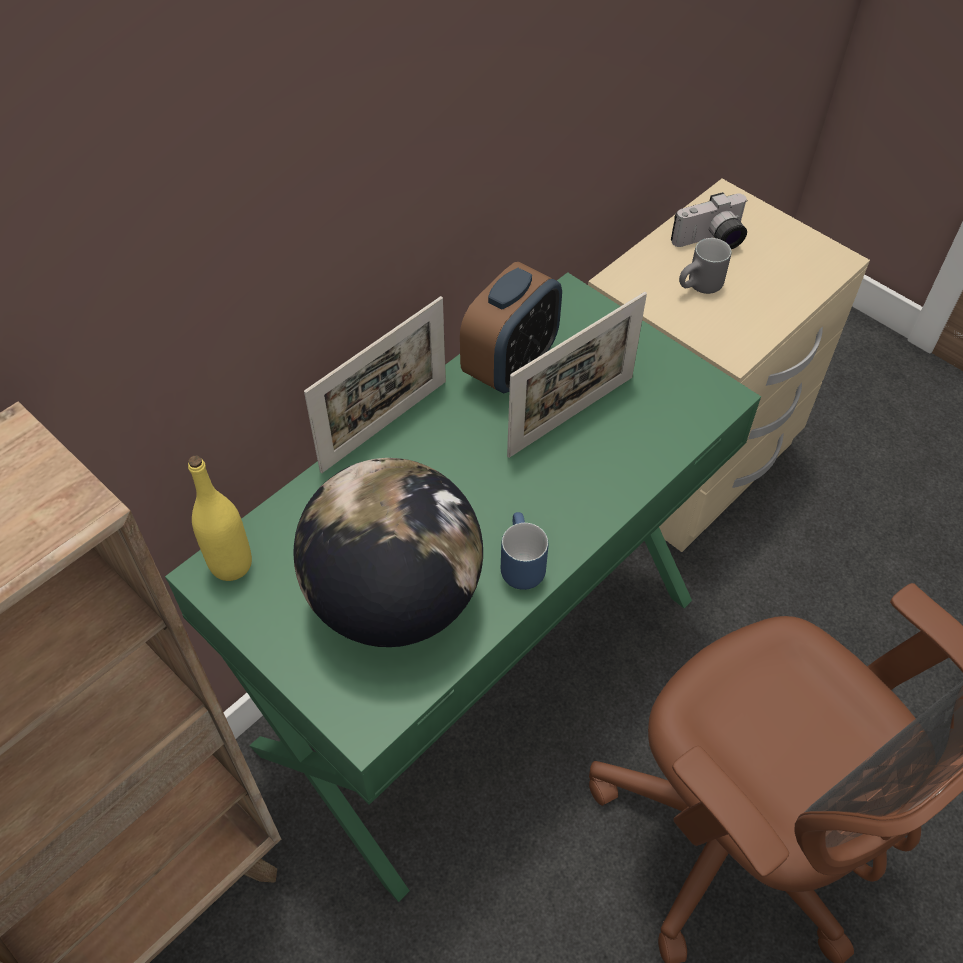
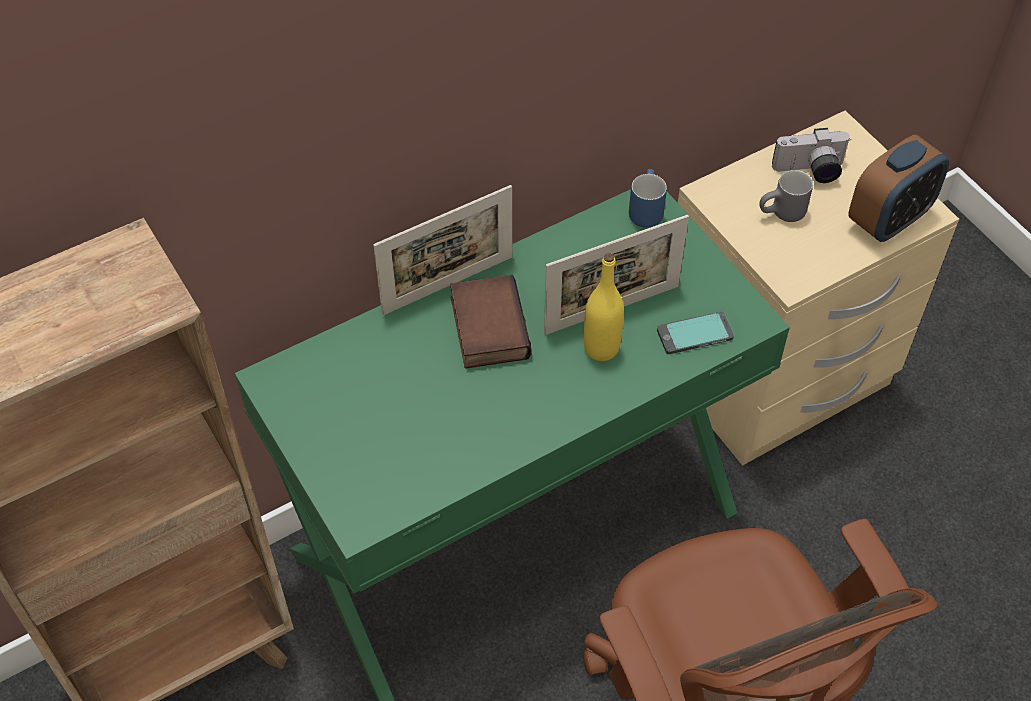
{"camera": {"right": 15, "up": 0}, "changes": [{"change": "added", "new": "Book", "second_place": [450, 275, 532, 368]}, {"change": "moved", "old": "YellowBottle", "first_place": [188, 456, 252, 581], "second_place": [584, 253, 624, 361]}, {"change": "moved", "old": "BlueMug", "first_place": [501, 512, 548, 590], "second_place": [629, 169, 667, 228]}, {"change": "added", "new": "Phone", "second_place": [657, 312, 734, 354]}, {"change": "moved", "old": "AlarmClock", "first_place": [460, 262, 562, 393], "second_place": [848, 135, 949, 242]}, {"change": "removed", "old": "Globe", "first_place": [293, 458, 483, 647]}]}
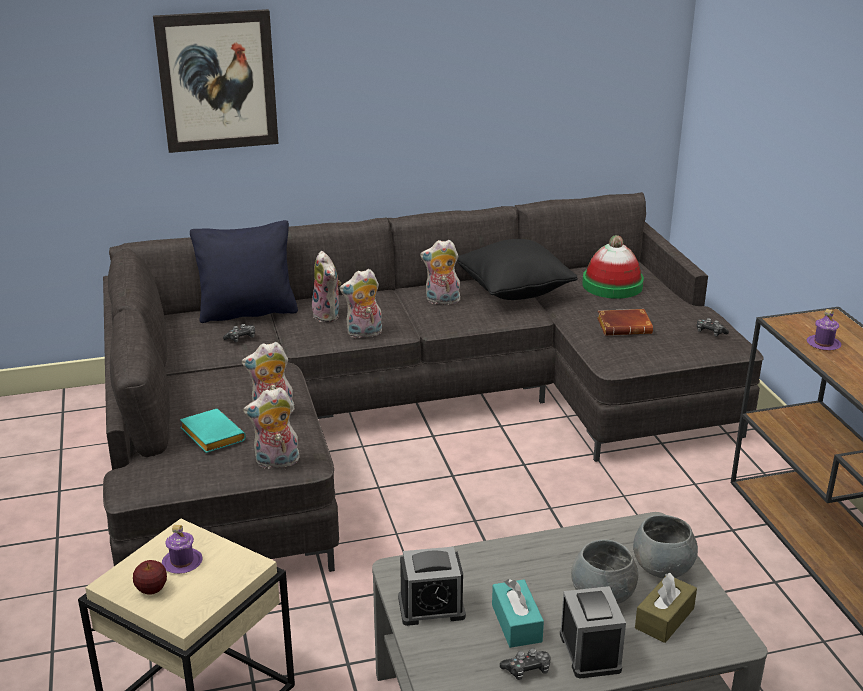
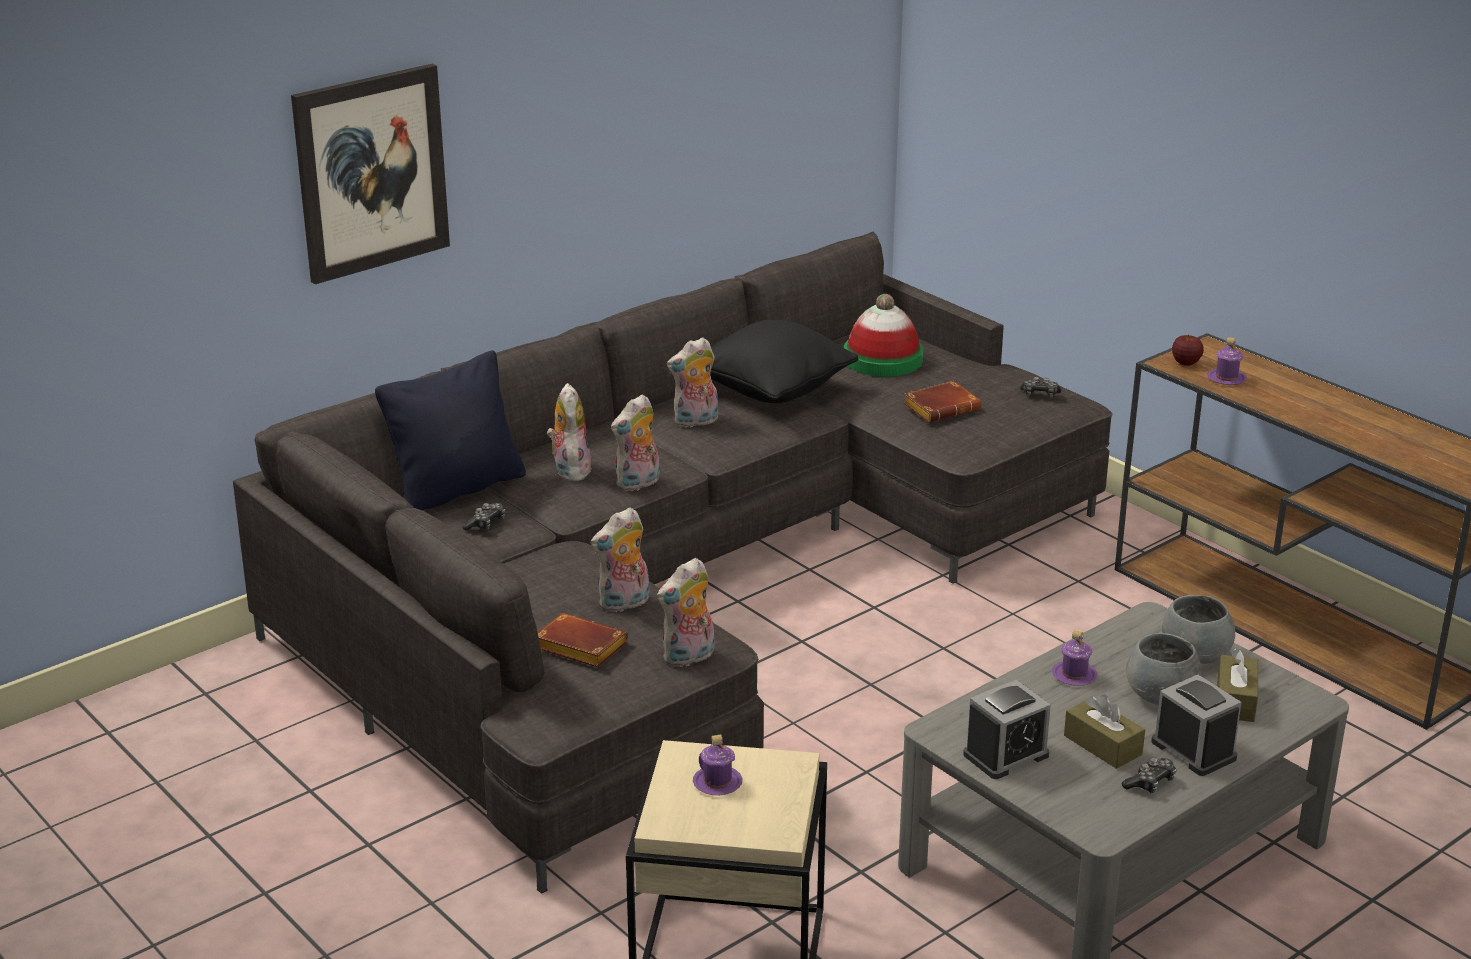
{"camera": {"right": -25, "up": 0}, "changes": [{"change": "recoloured", "old": "TurquoiseBook", "new": "BrownBook", "first_place": [180, 409, 246, 453], "second_place": [538, 613, 628, 667]}, {"change": "turned", "old": "PlushToy", "first_place": [312, 251, 341, 322], "second_place": [547, 383, 592, 482], "degrees": -135}, {"change": "added", "new": "PurpleMug", "second_place": [1052, 630, 1097, 686]}, {"change": "recoloured", "old": "TurquoiseTissueBox", "new": "BrownTissueBox", "first_place": [492, 579, 544, 648], "second_place": [1064, 694, 1145, 769]}, {"change": "moved", "old": "Apple", "first_place": [133, 560, 167, 595], "second_place": [1172, 334, 1204, 366]}]}
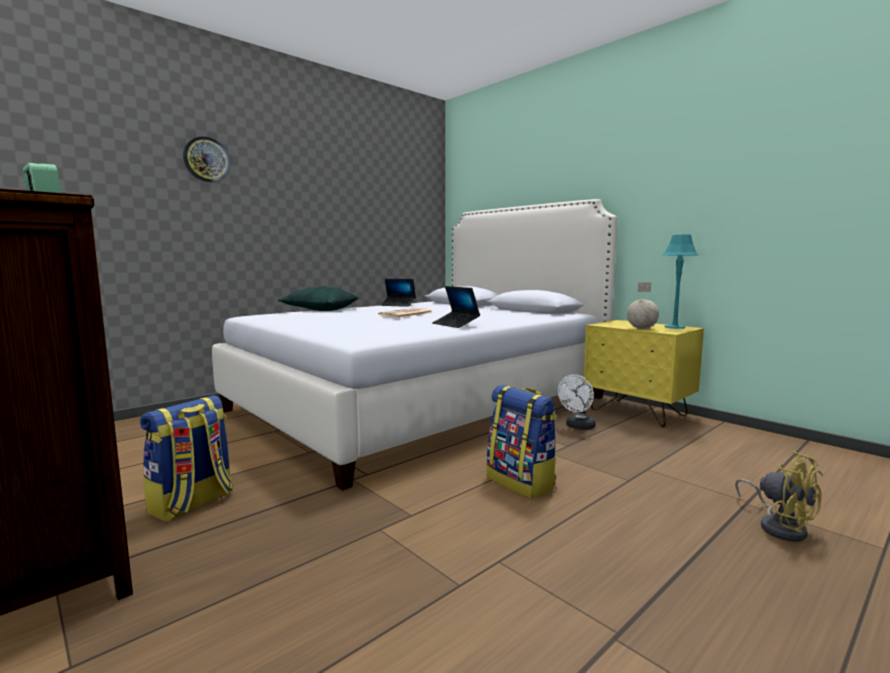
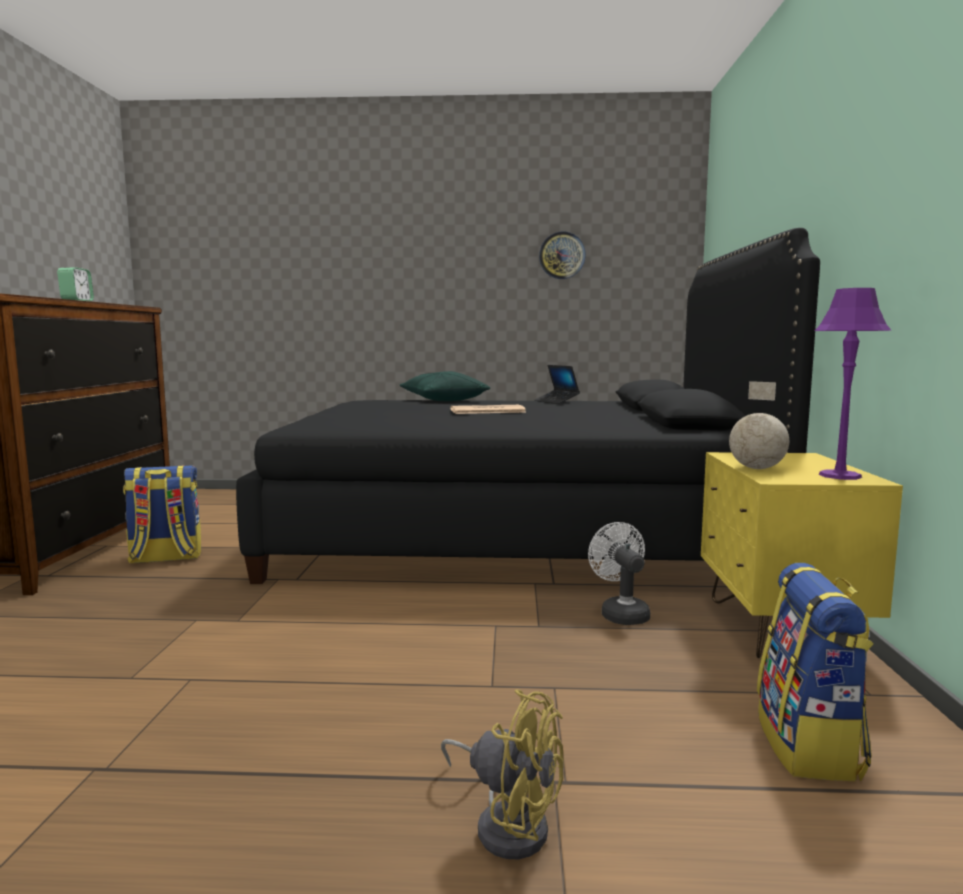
{"camera": {"right": 45, "up": 0}, "changes": [{"change": "recoloured", "old": "WhiteBed", "new": "BlackBed", "first_place": [212, 199, 618, 491], "second_place": [236, 228, 820, 584]}, {"change": "turned", "old": "YellowFan", "first_place": [735, 451, 823, 542], "second_place": [441, 689, 564, 859], "degrees": -75}, {"change": "moved", "old": "WallClock", "first_place": [183, 136, 230, 182], "second_place": [539, 232, 586, 279]}, {"change": "turned", "old": "WhiteFan", "first_place": [558, 374, 596, 430], "second_place": [588, 522, 650, 625], "degrees": 75}, {"change": "moved", "old": "Backpack", "first_place": [487, 385, 557, 499], "second_place": [757, 563, 873, 781]}, {"change": "recoloured", "old": "TurquoiseTableLamp", "new": "PurpleTableLamp", "first_place": [662, 235, 698, 329], "second_place": [814, 288, 892, 480]}, {"change": "removed", "old": "Laptop", "first_place": [432, 286, 480, 328]}]}
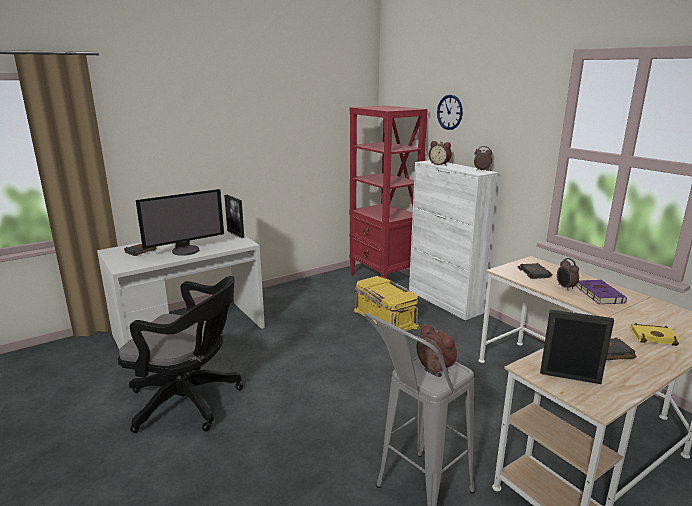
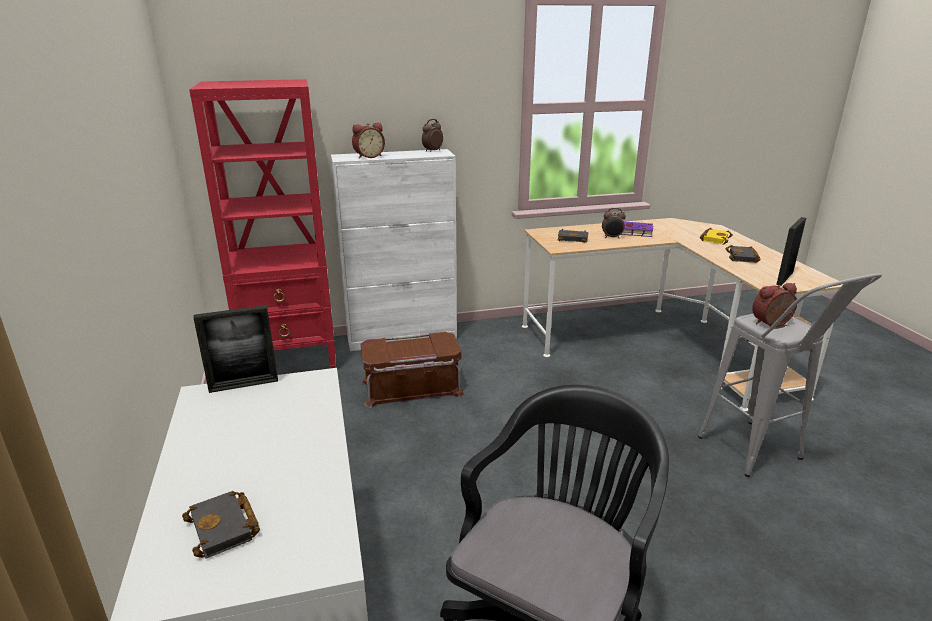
{"camera": {"right": -70, "up": 5}, "changes": [{"change": "recoloured", "old": "YellowStorageBox", "new": "BrownStorageBox", "first_place": [353, 276, 419, 331], "second_place": [361, 332, 464, 408]}, {"change": "removed", "old": "Monitor", "first_place": [136, 189, 224, 256]}, {"change": "removed", "old": "WallClock", "first_place": [437, 95, 463, 130]}]}
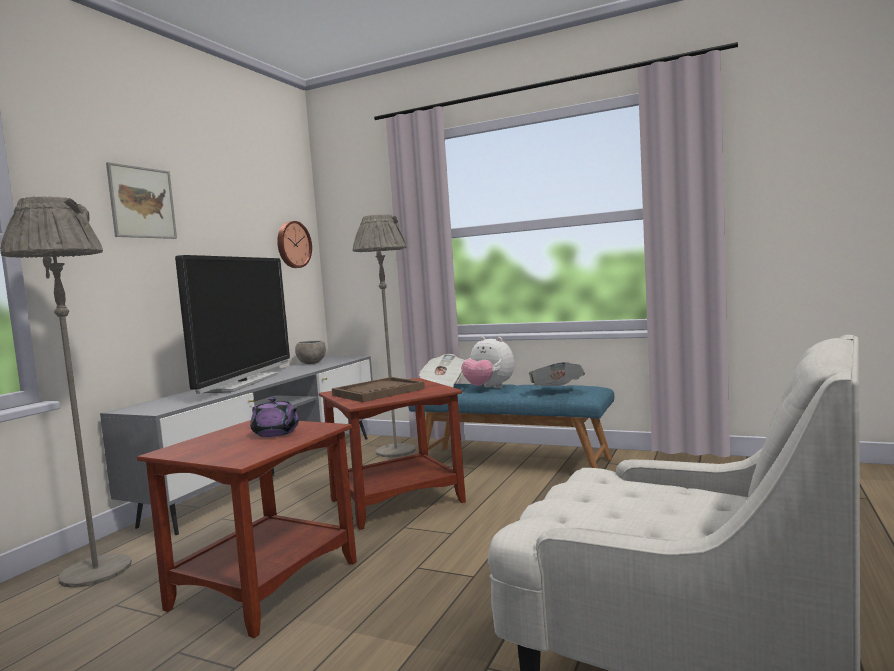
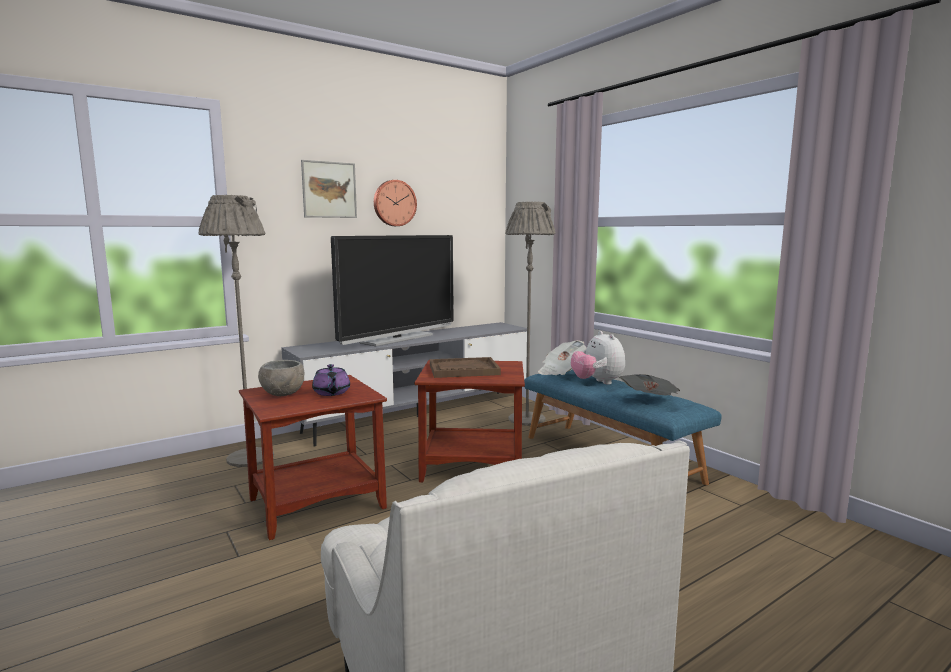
{"camera": {"right": 30, "up": 5}, "changes": [{"change": "moved", "old": "GreyBowl", "first_place": [295, 340, 326, 364], "second_place": [258, 360, 304, 396]}, {"change": "moved", "old": "WallClock", "first_place": [277, 221, 312, 268], "second_place": [374, 180, 417, 226]}]}
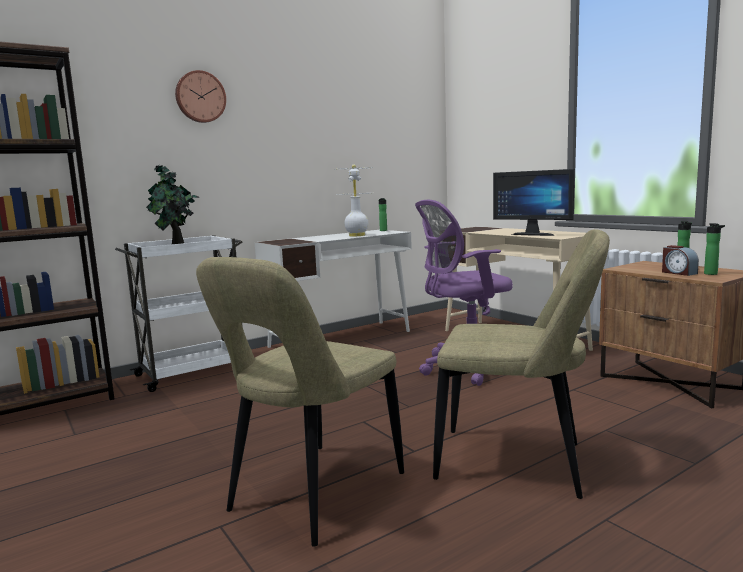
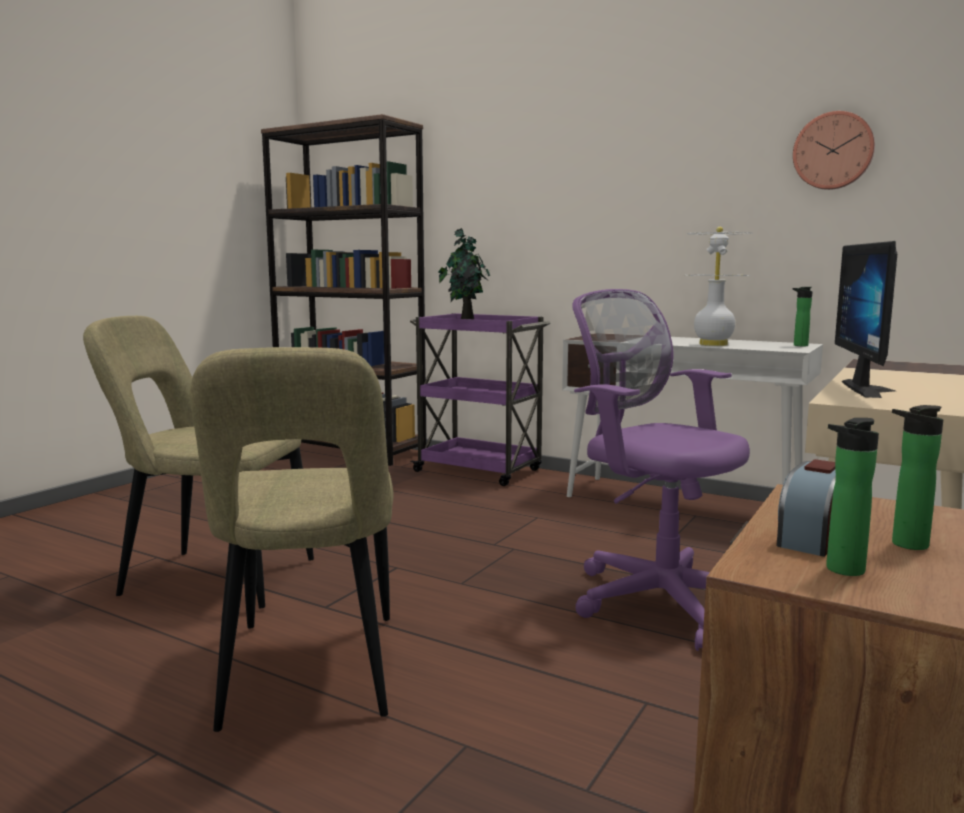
{"camera": {"right": 65, "up": 0}, "changes": [{"change": "recoloured", "old": "WhiteCart", "new": "PurpleCart", "first_place": [115, 235, 243, 392], "second_place": [410, 313, 551, 486]}, {"change": "moved", "old": "WallClock", "first_place": [175, 70, 226, 123], "second_place": [793, 111, 875, 190]}]}
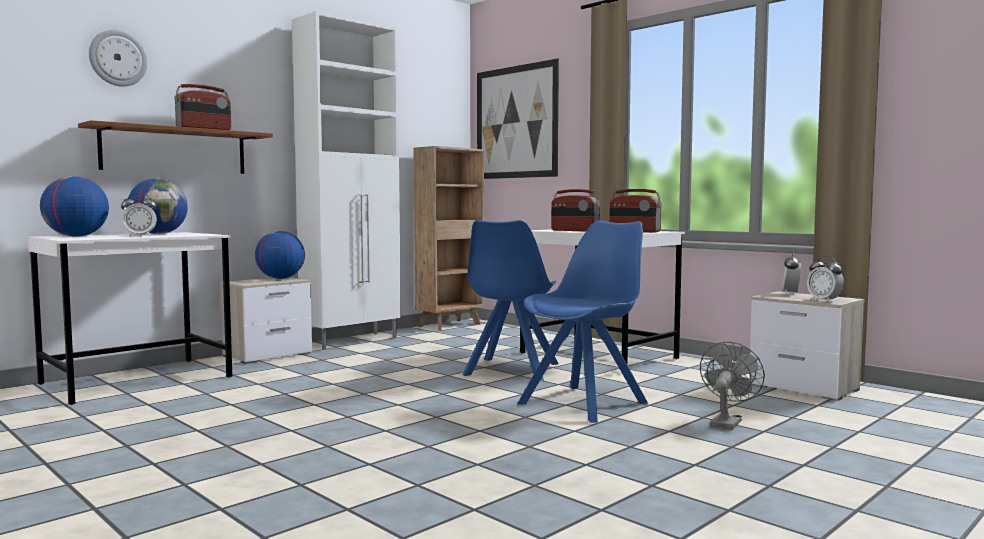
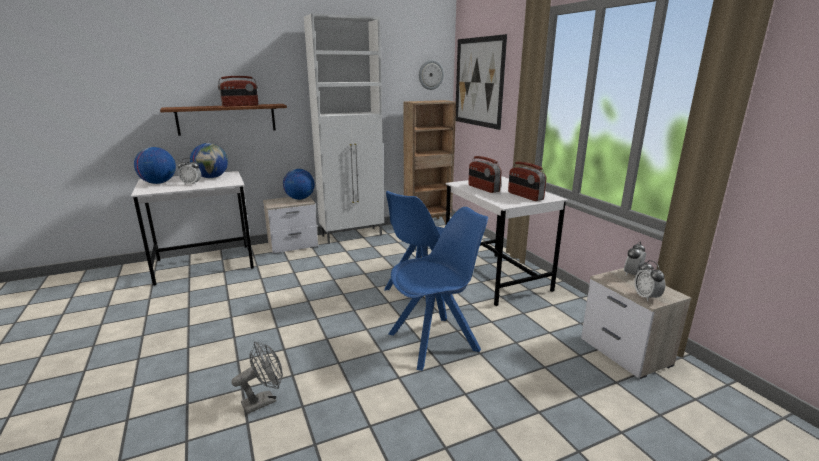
{"camera": {"right": 20, "up": 15}, "changes": [{"change": "moved", "old": "GreyFan", "first_place": [700, 342, 765, 430], "second_place": [232, 342, 283, 414]}, {"change": "moved", "old": "WallClock", "first_place": [89, 30, 148, 87], "second_place": [419, 60, 444, 90]}]}
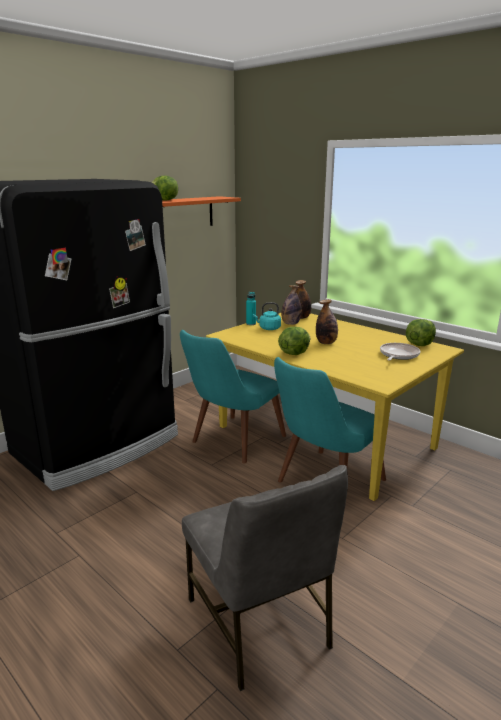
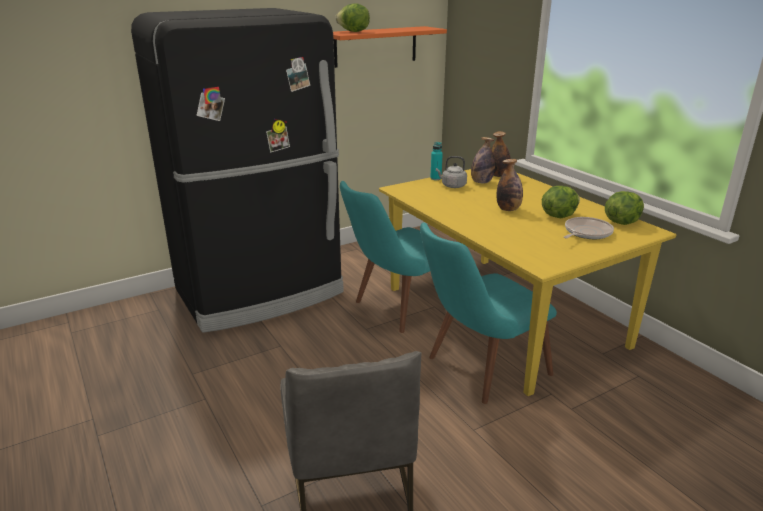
{"camera": {"right": 15, "up": 5}, "changes": [{"change": "recoloured", "old": "TurquoiseKettle", "new": "GreyKettle", "first_place": [253, 302, 281, 330], "second_place": [436, 156, 467, 188]}, {"change": "moved", "old": "Lettuce", "first_place": [278, 327, 310, 355], "second_place": [542, 186, 580, 218]}]}
